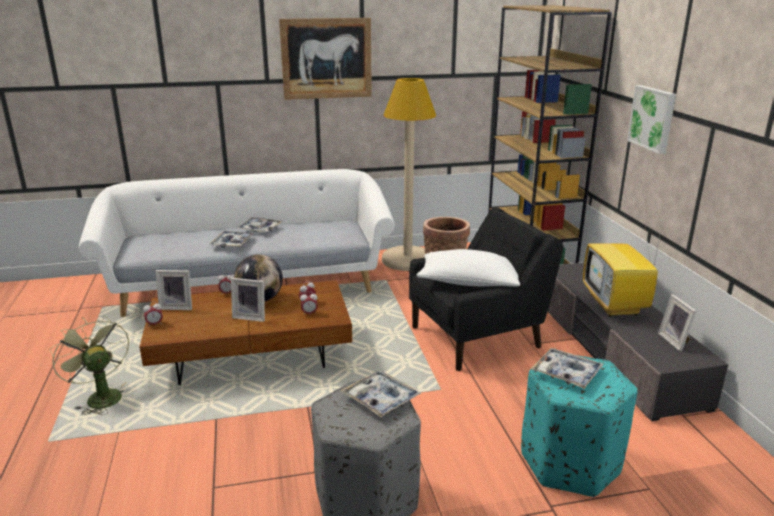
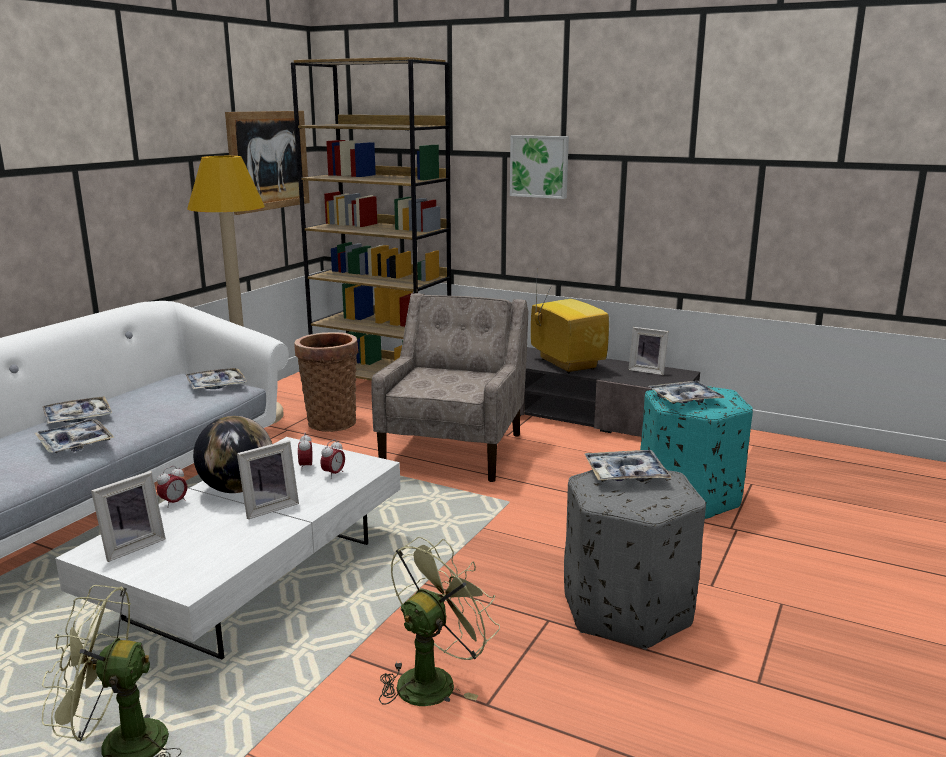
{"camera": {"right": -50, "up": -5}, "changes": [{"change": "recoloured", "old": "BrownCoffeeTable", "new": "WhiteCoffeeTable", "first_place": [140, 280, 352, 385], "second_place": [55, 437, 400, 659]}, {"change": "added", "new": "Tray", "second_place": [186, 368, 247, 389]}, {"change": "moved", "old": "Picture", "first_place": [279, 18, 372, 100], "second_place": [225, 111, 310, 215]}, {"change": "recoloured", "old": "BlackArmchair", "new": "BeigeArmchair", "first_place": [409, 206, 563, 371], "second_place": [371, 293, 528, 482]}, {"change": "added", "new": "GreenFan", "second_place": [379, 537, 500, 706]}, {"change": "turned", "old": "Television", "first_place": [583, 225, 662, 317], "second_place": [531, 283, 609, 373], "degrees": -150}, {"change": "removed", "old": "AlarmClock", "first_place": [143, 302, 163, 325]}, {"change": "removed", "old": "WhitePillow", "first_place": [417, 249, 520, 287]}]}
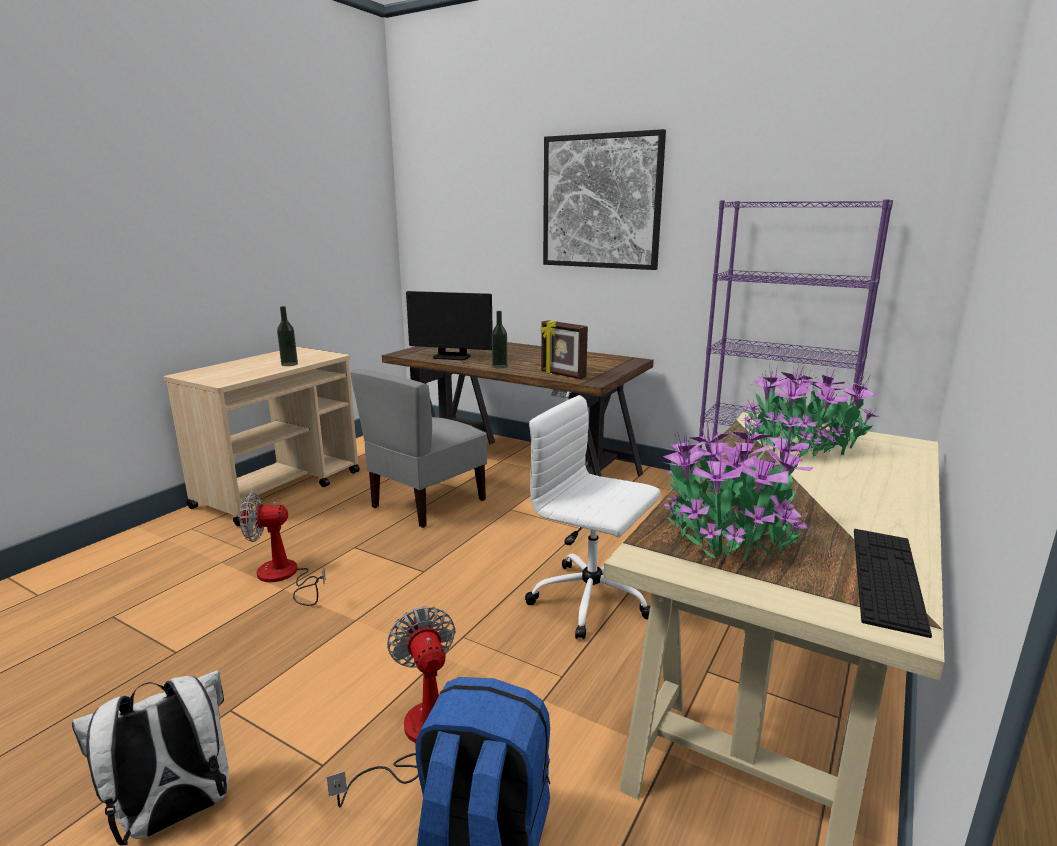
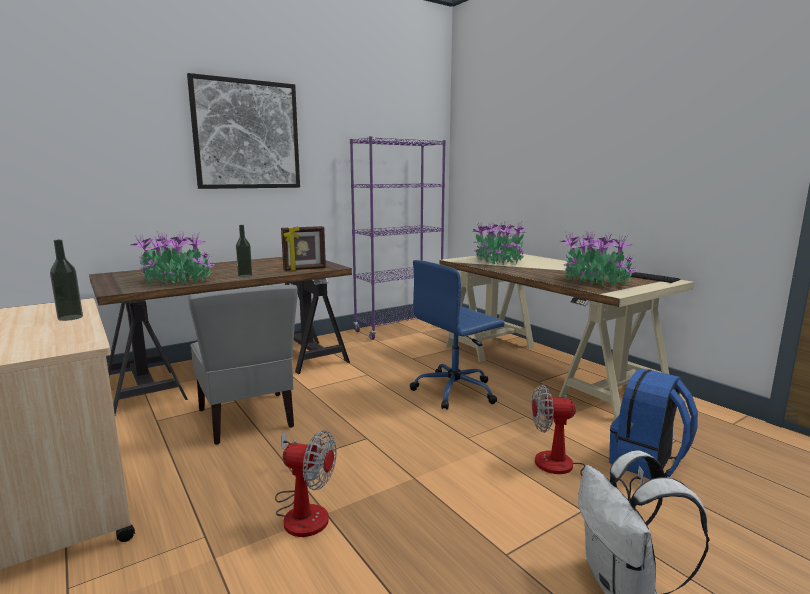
{"camera": {"right": -65, "up": -5}, "changes": [{"change": "replaced", "old": "Monitor", "new": "PottedPlant", "first_place": [406, 291, 493, 360], "second_place": [131, 231, 214, 284]}, {"change": "turned", "old": "Fan", "first_place": [240, 493, 326, 606], "second_place": [275, 430, 337, 537], "degrees": -90}, {"change": "recoloured", "old": "WhiteOfficeChair", "new": "BlueOfficeChair", "first_place": [525, 395, 661, 640], "second_place": [410, 260, 504, 410]}]}
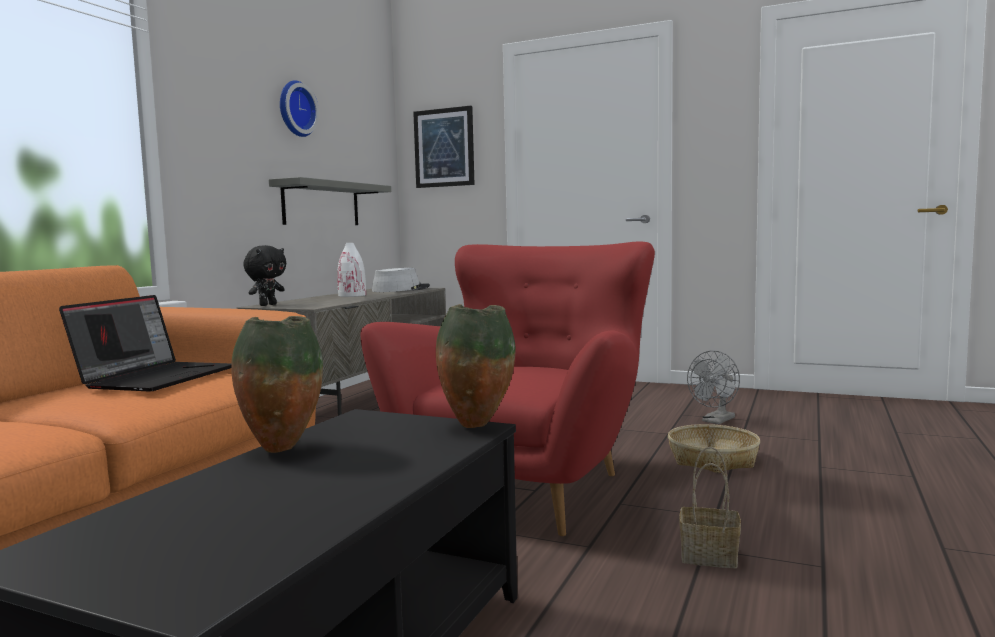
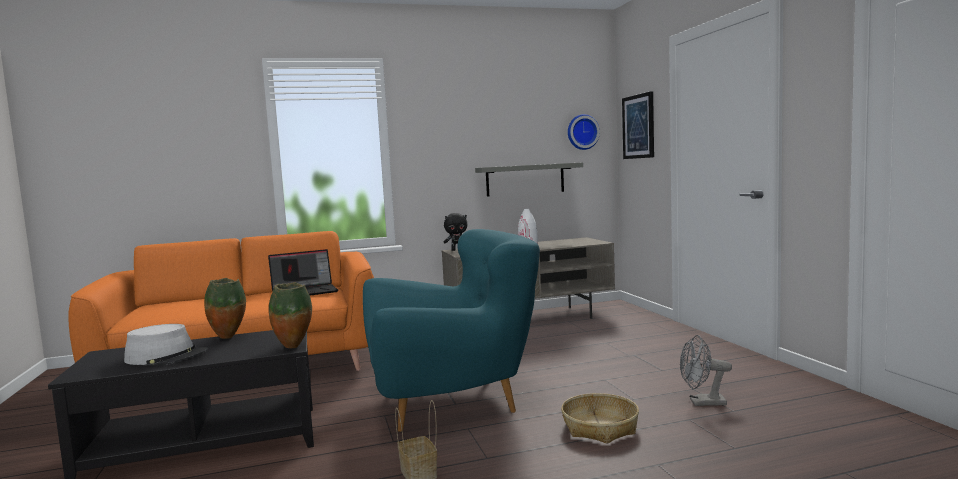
{"camera": {"right": 50, "up": 0}, "changes": [{"change": "moved", "old": "GreyHat", "first_place": [372, 268, 430, 292], "second_place": [124, 324, 208, 365]}, {"change": "recoloured", "old": "RedArmchair", "new": "TurquoiseArmchair", "first_place": [361, 241, 655, 536], "second_place": [363, 229, 540, 432]}, {"change": "moved", "old": "WallClock", "first_place": [280, 80, 319, 137], "second_place": [568, 114, 600, 150]}]}
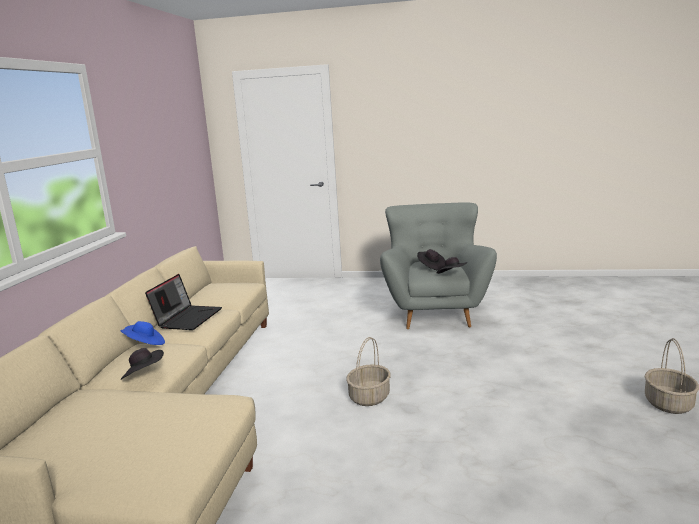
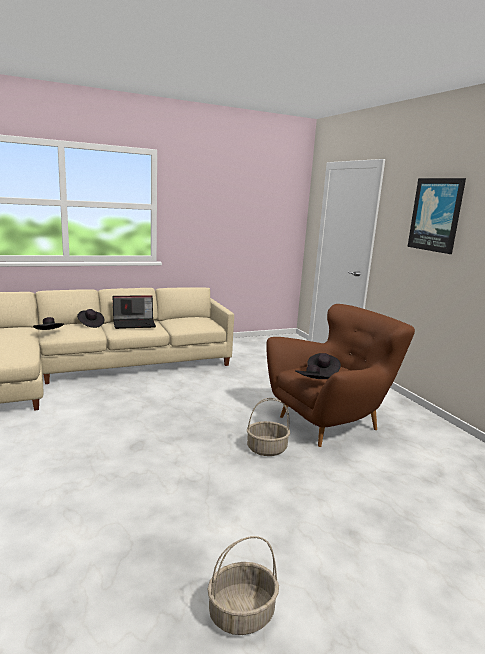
{"camera": {"right": 55, "up": 0}, "changes": [{"change": "recoloured", "old": "BlueHat", "new": "BlackHat", "first_place": [120, 321, 165, 345], "second_place": [77, 309, 104, 328]}, {"change": "moved", "old": "Basket", "first_place": [346, 337, 391, 406], "second_place": [247, 398, 290, 456]}, {"change": "recoloured", "old": "GreyArmchair", "new": "BrownArmchair", "first_place": [380, 203, 497, 329], "second_place": [266, 304, 415, 447]}, {"change": "added", "new": "Picture", "second_place": [408, 178, 466, 254]}]}
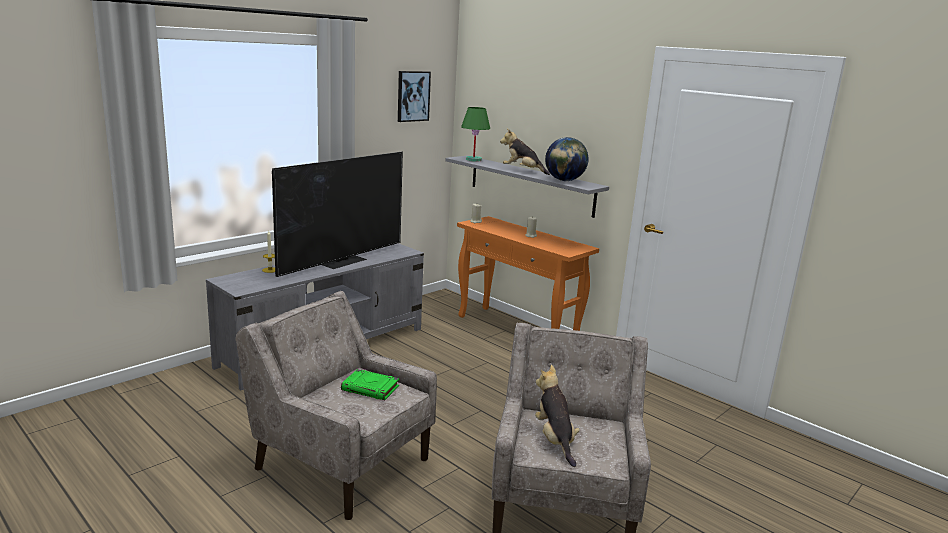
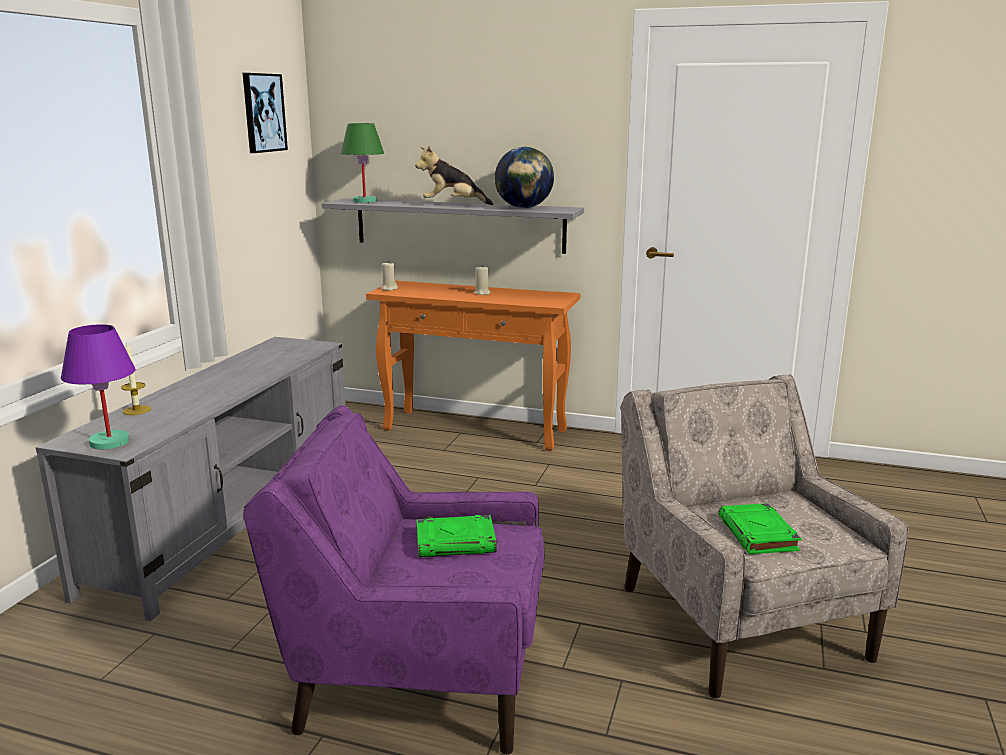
{"camera": {"right": -25, "up": 0}, "changes": [{"change": "added", "new": "PurpleTableLamp", "second_place": [61, 324, 136, 450]}, {"change": "recoloured", "old": "BeigeArmchair", "new": "PurpleArmchair", "first_place": [235, 291, 437, 520], "second_place": [243, 405, 545, 755]}, {"change": "replaced", "old": "PlushToy", "new": "GreenBook", "first_place": [535, 365, 580, 467], "second_place": [718, 503, 801, 554]}, {"change": "removed", "old": "Television", "first_place": [272, 152, 403, 277]}]}
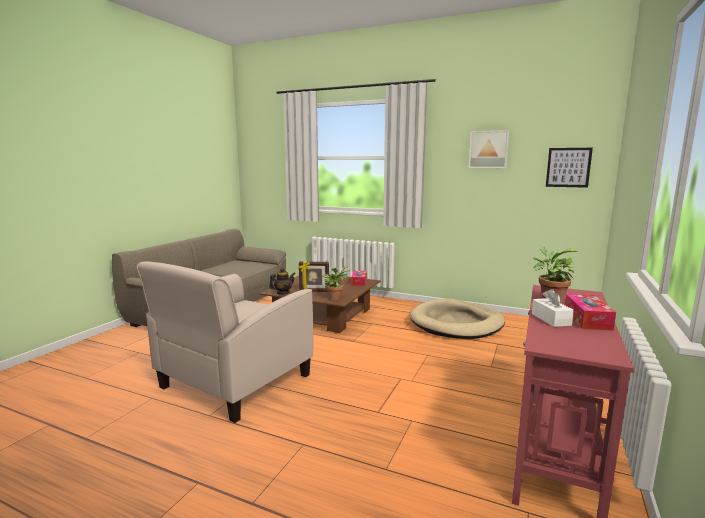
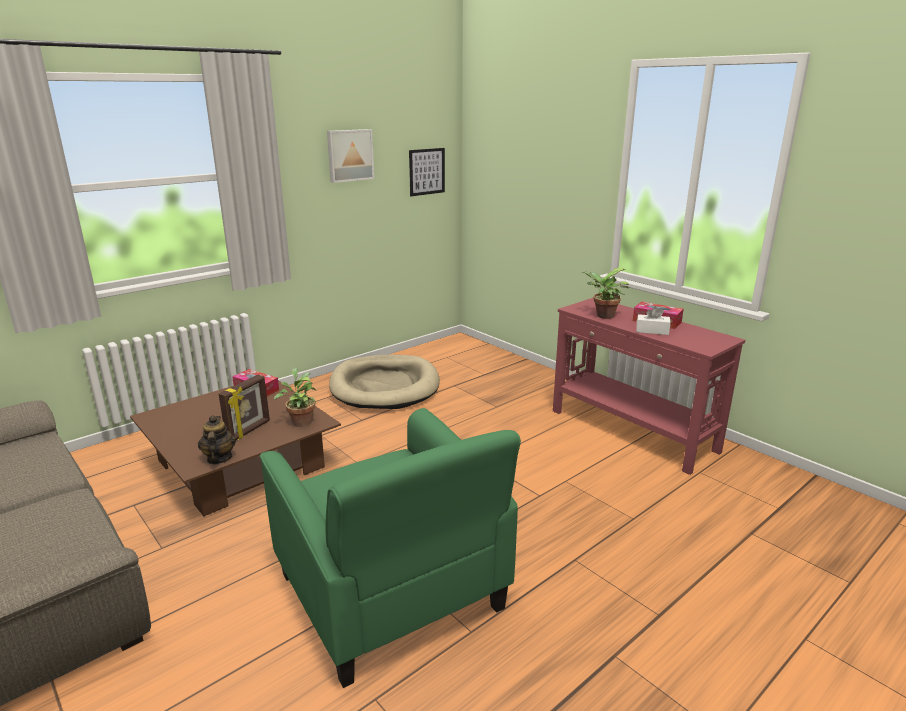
{"camera": {"right": -65, "up": 10}, "changes": [{"change": "recoloured", "old": "BeigeArmchair", "new": "GreenArmchair", "first_place": [137, 261, 313, 423], "second_place": [260, 408, 521, 688]}]}
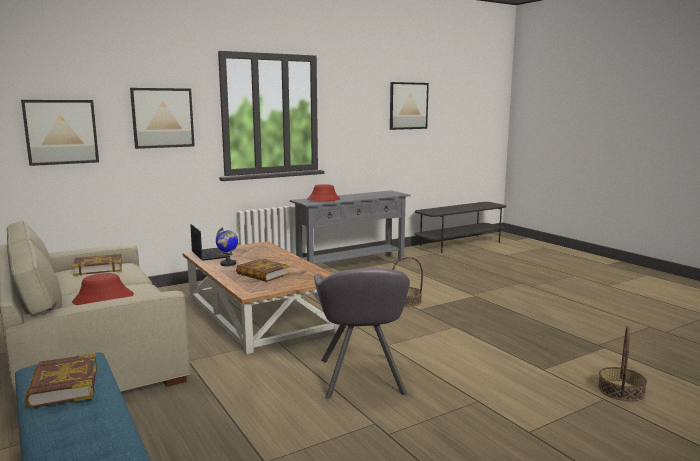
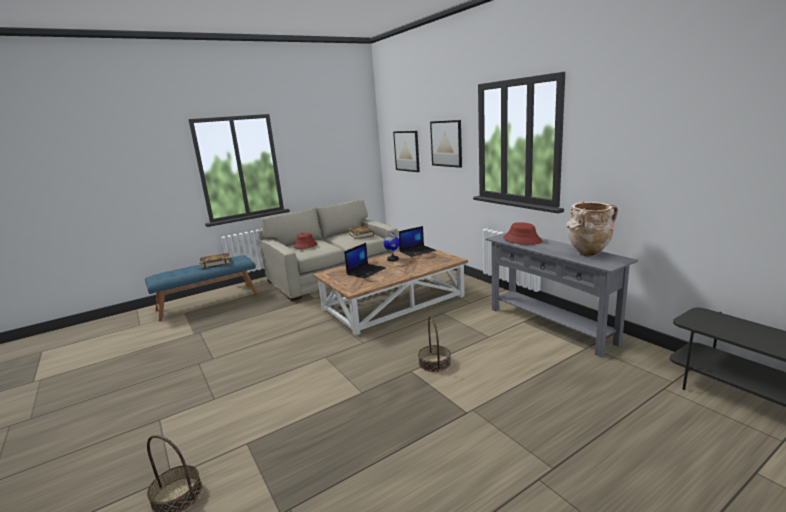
{"camera": {"right": 90, "up": 5}, "changes": [{"change": "replaced", "old": "Book", "new": "Laptop", "first_place": [236, 258, 290, 282], "second_place": [344, 243, 386, 278]}, {"change": "added", "new": "BeigeVase", "second_place": [566, 201, 618, 256]}, {"change": "removed", "old": "GreyArmchair", "first_place": [314, 268, 410, 399]}, {"change": "removed", "old": "Picture", "first_place": [390, 82, 429, 130]}]}
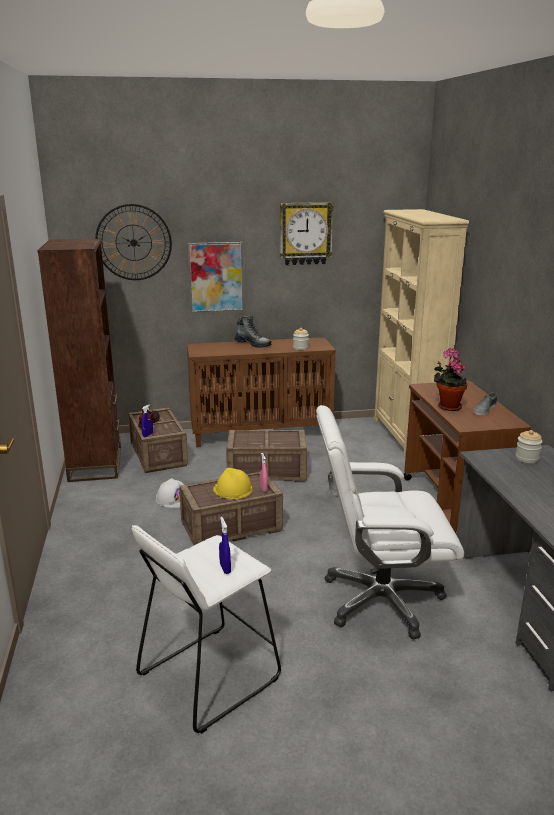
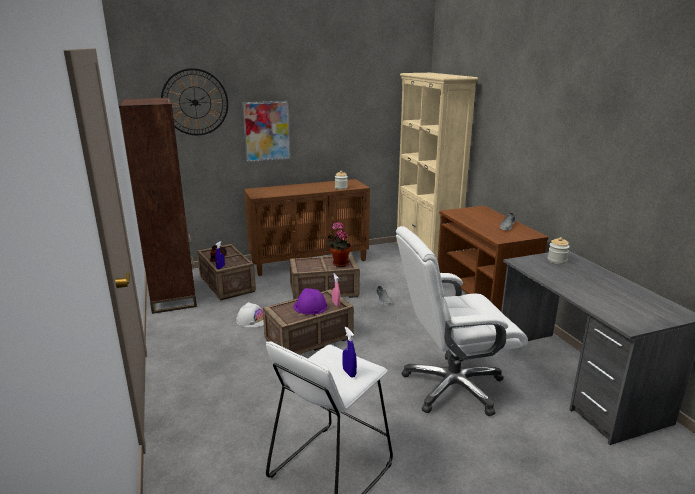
{"camera": {"right": -10, "up": 0}, "changes": [{"change": "recoloured", "old": "YellowHardHat", "new": "PurpleHardHat", "first_place": [213, 468, 252, 499], "second_place": [293, 288, 327, 315]}, {"change": "moved", "old": "PottedPlant", "first_place": [434, 348, 468, 411], "second_place": [328, 222, 351, 267]}, {"change": "removed", "old": "Boot", "first_place": [235, 315, 271, 348]}, {"change": "removed", "old": "WallClock", "first_place": [280, 202, 334, 265]}]}
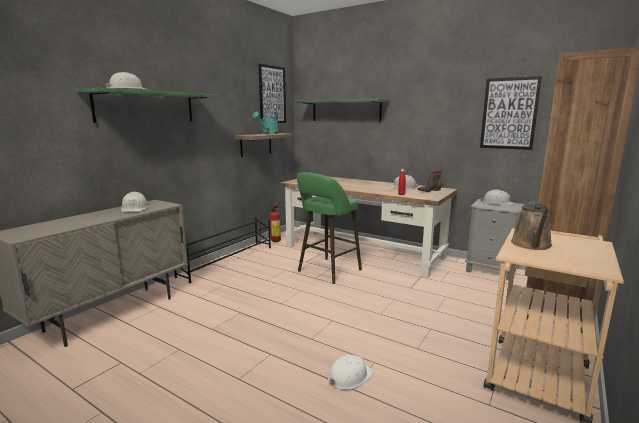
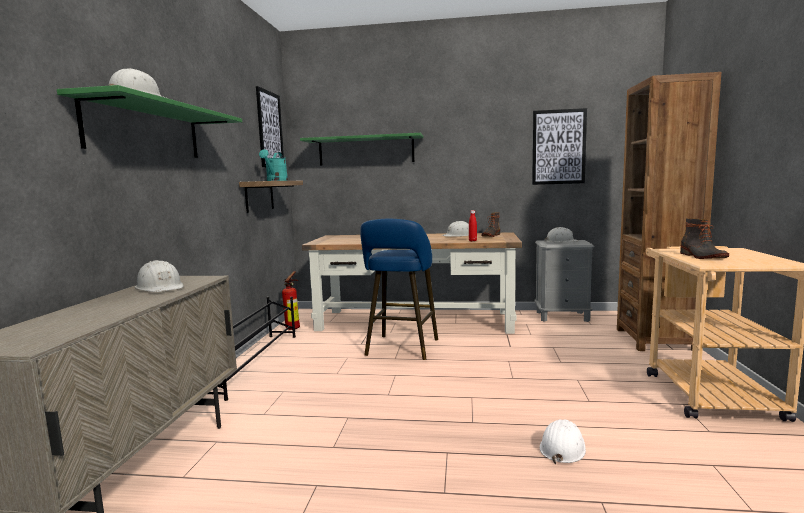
{"camera": {"right": -25, "up": -5}, "changes": [{"change": "recoloured", "old": "GreenStool", "new": "BlueStool", "first_place": [297, 172, 362, 284], "second_place": [360, 219, 438, 360]}, {"change": "replaced", "old": "BrownWateringCan", "new": "Boot", "first_place": [511, 202, 552, 250], "second_place": [680, 218, 729, 259]}]}
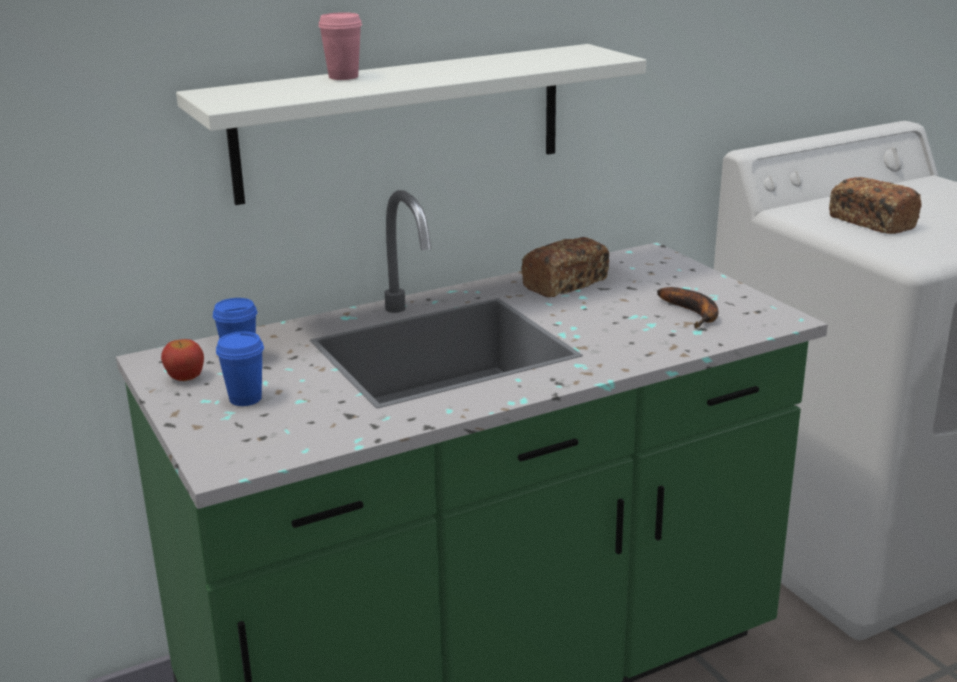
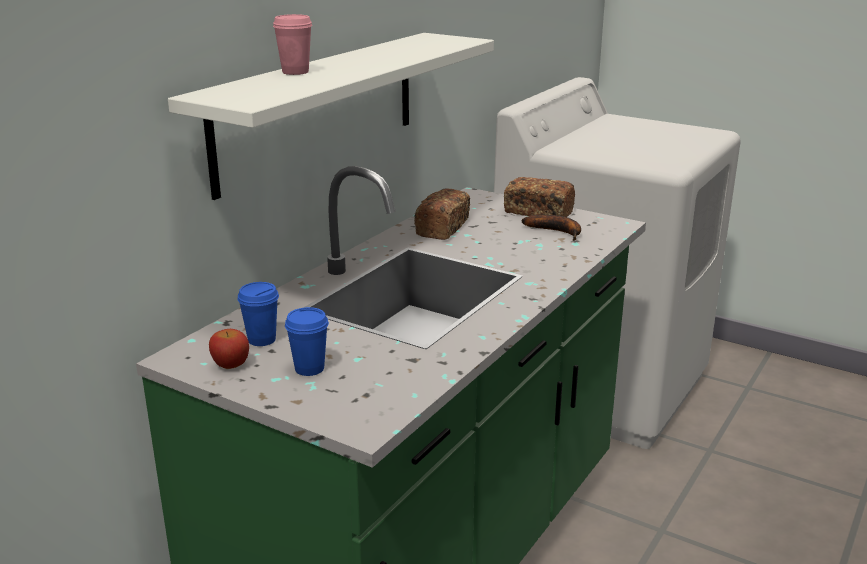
{"camera": {"right": -30, "up": 0}, "changes": [{"change": "moved", "old": "Bread", "first_place": [829, 177, 922, 234], "second_place": [504, 177, 575, 217]}]}
